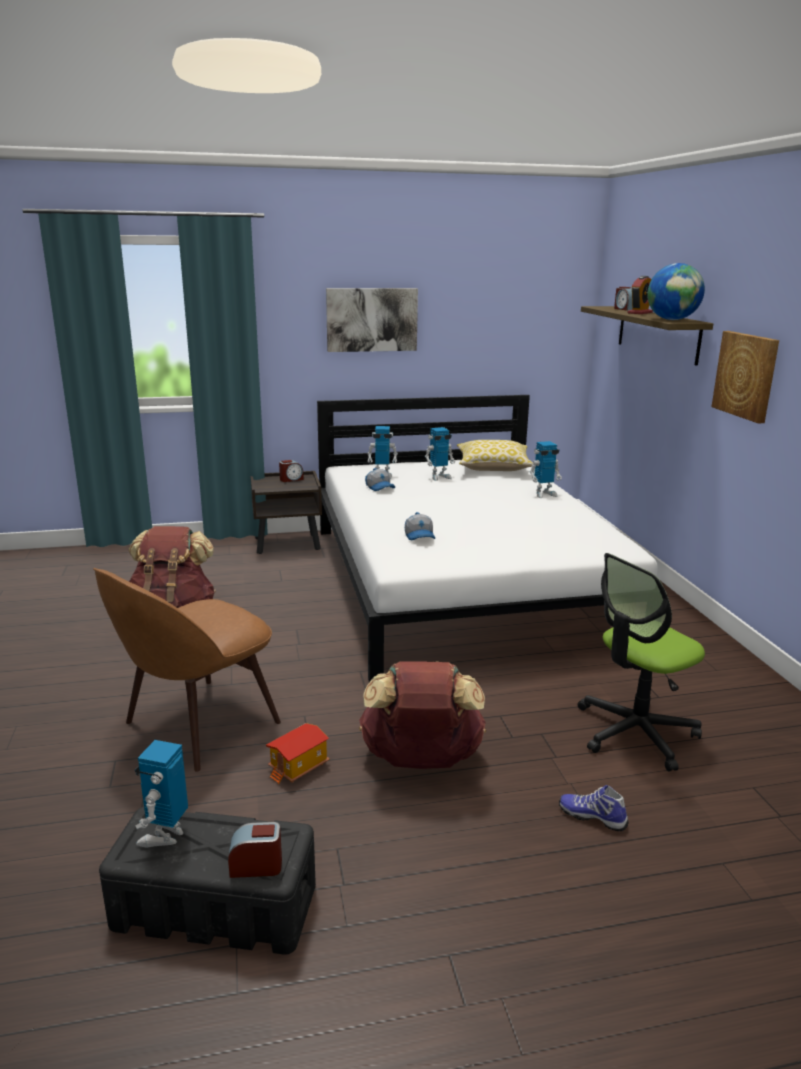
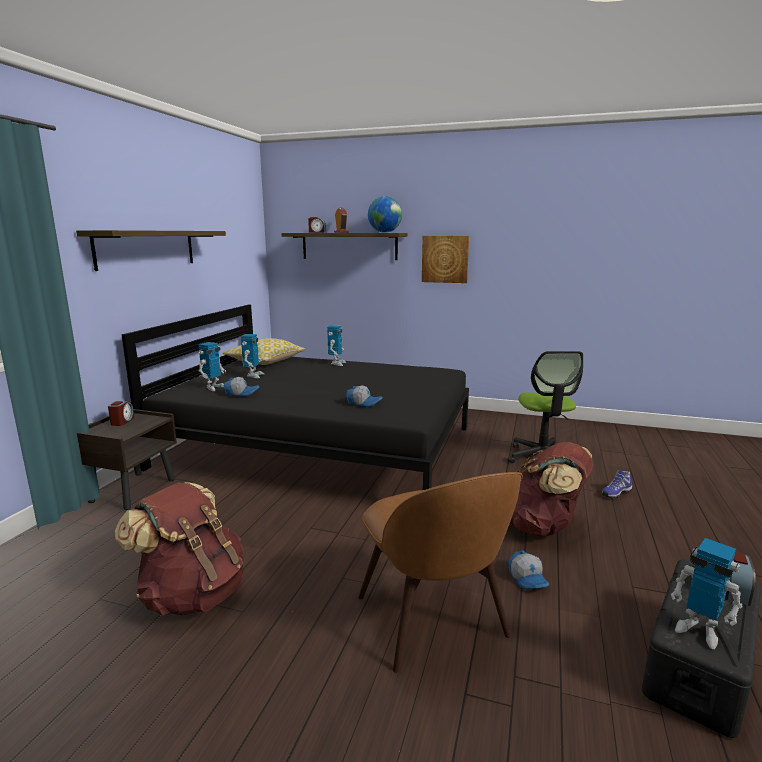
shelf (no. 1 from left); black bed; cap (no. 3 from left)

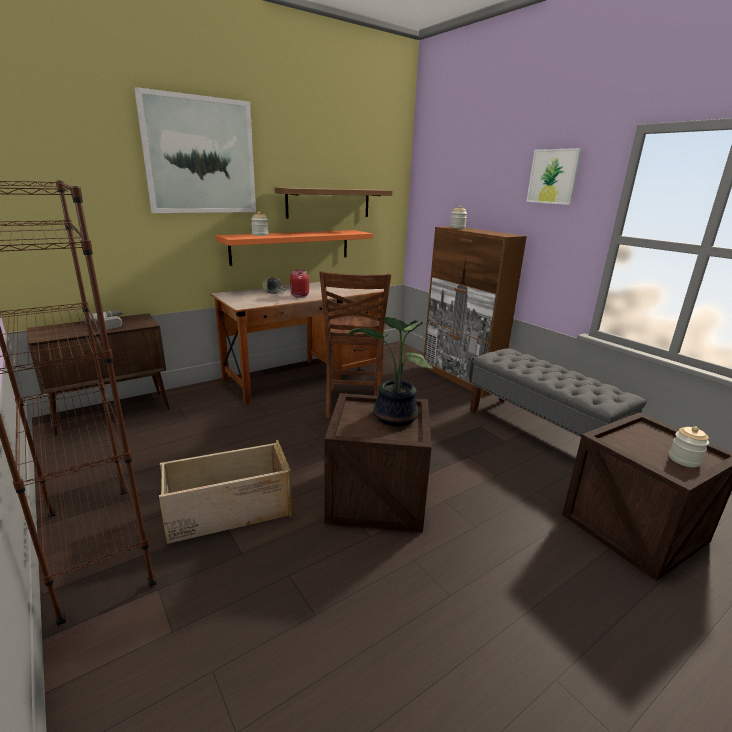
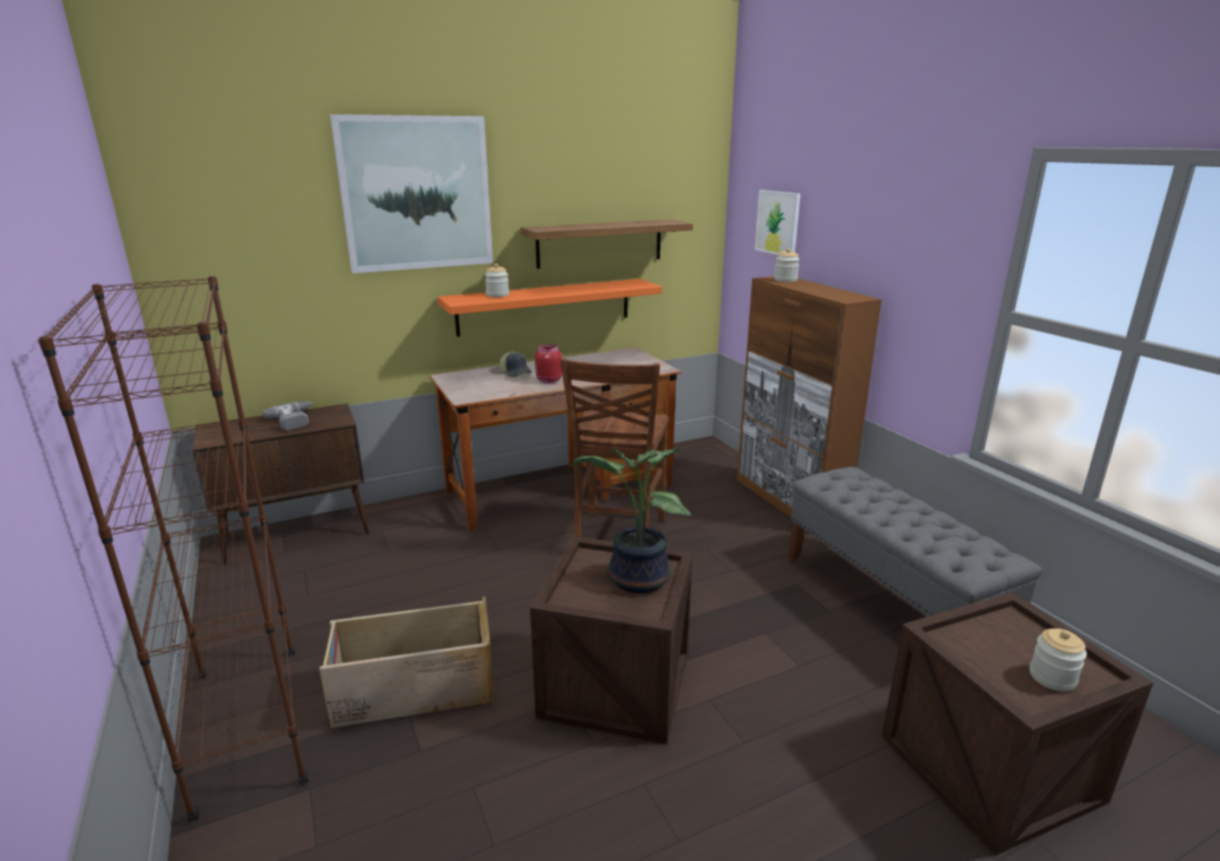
picture (no. 2 from left)

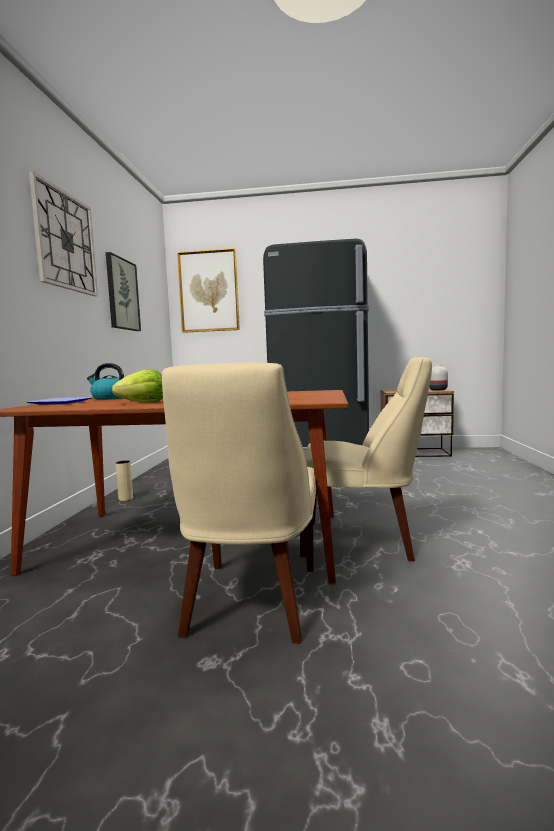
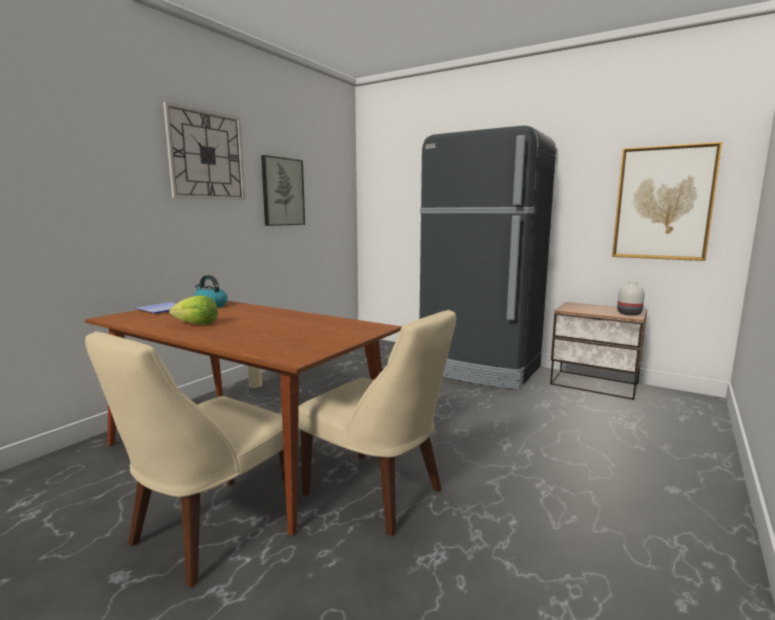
picture (no. 2 from left)

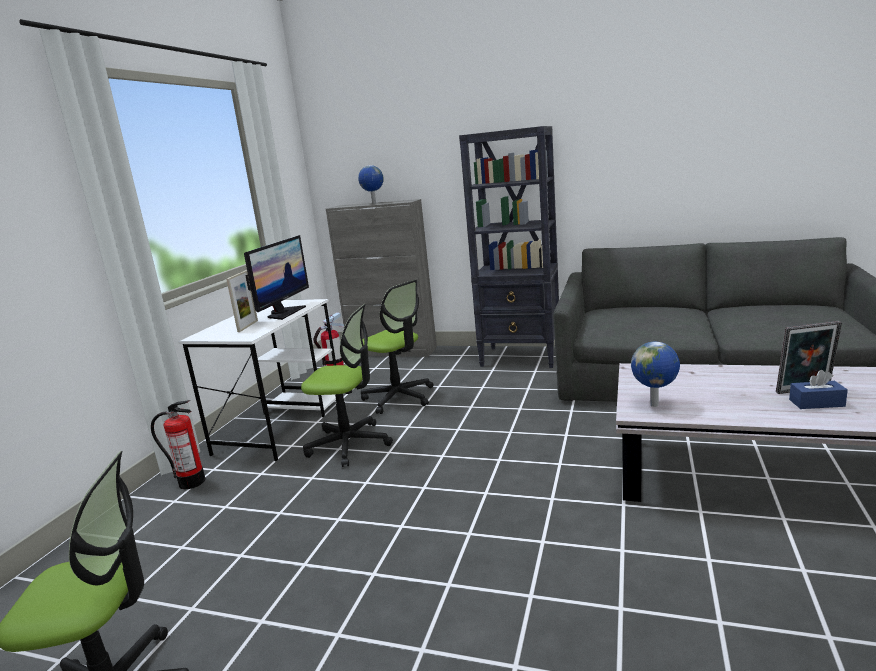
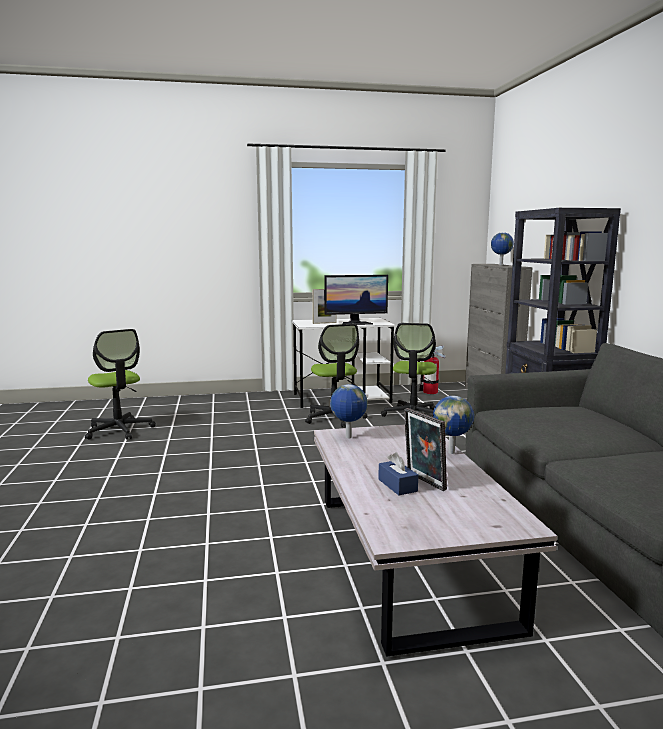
globe (no. 2 from left); fire extinguisher (no. 1 from left in the first image)

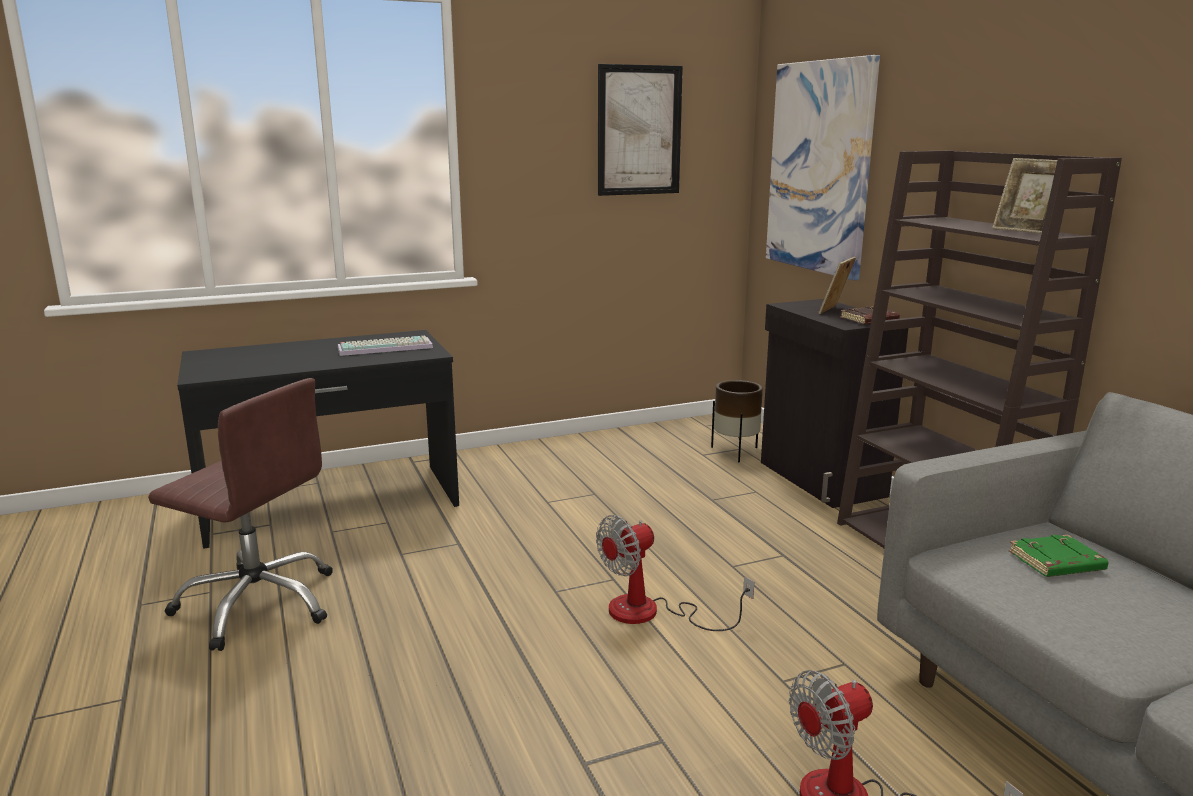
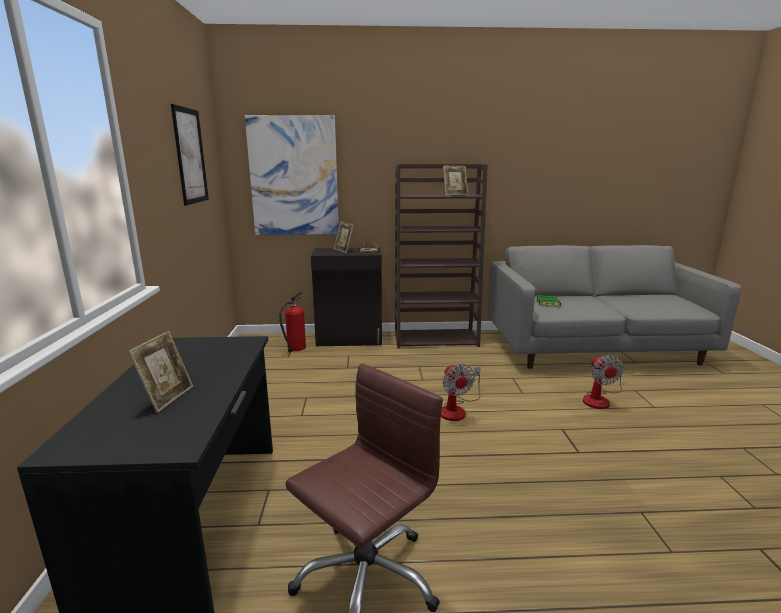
picture frame (no. 1 from left); fire extinguisher; keyboard

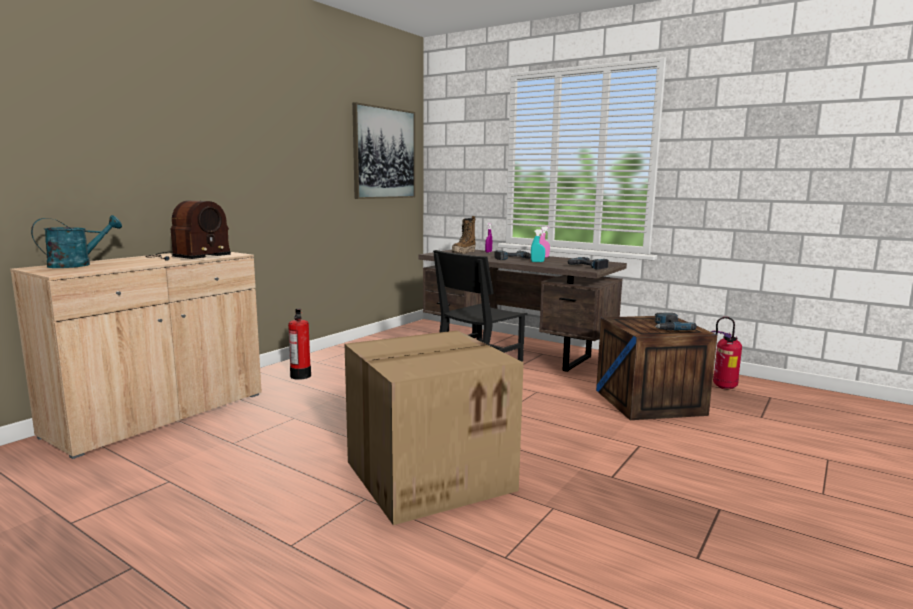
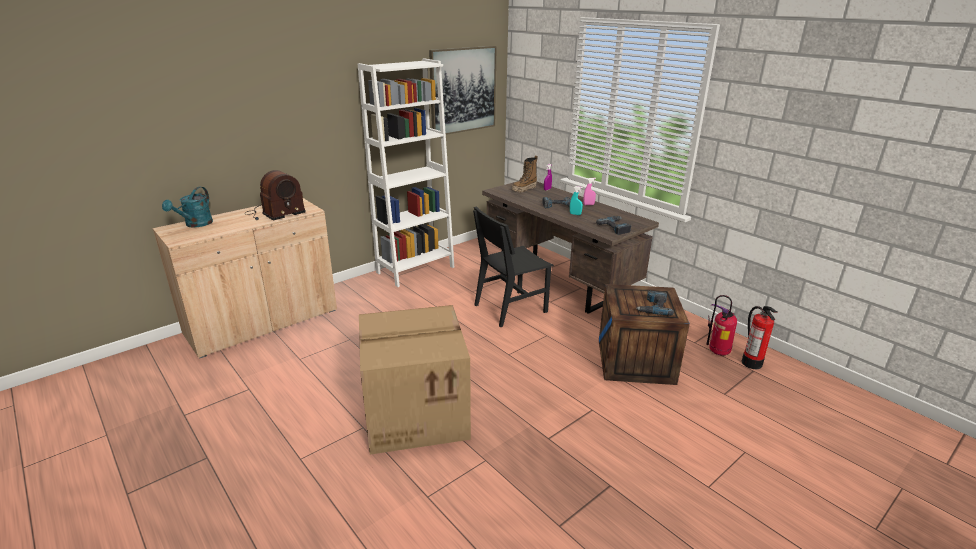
turquoise watering can; white bookcase; fire extinguisher (no. 2 from left)

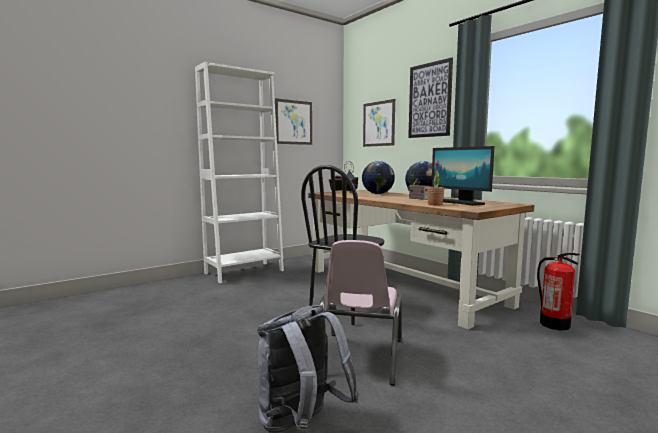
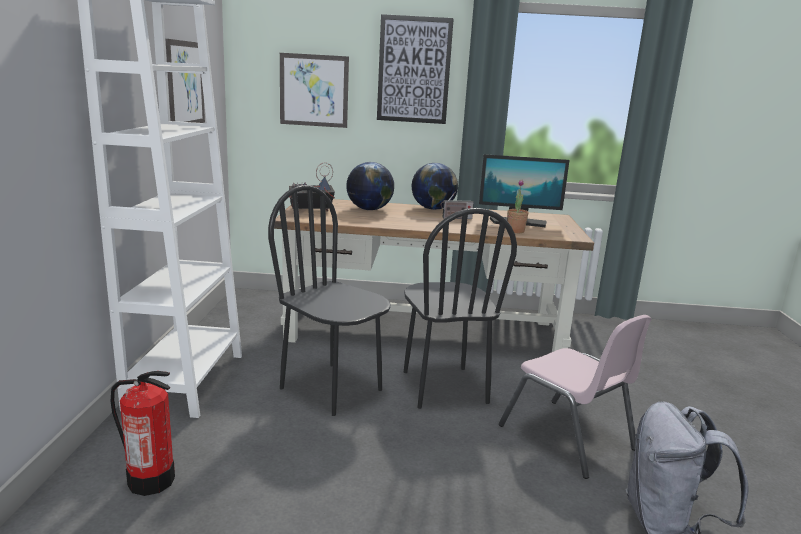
fire extinguisher; black chair (no. 1 from left)

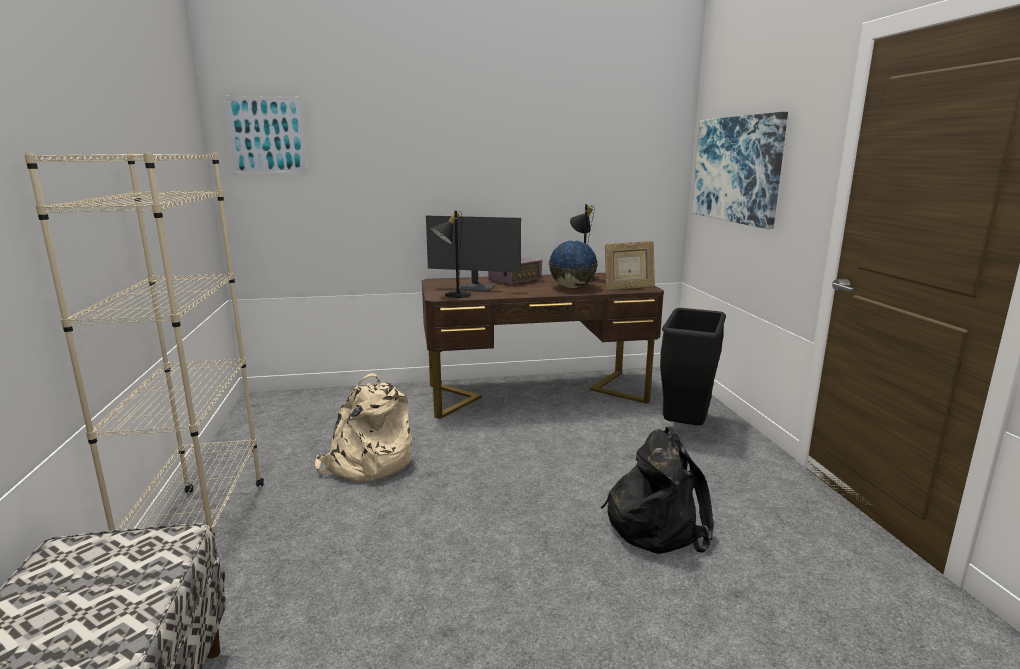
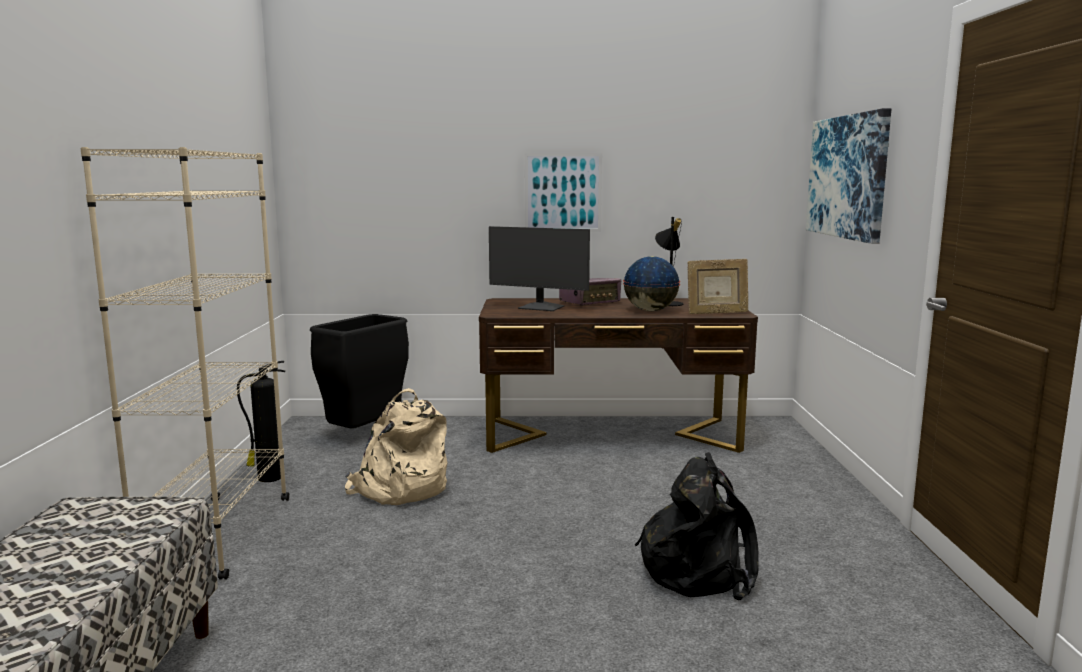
fire extinguisher; black trash can; picture (no. 1 from left); black table lamp (no. 1 from left in the first image)

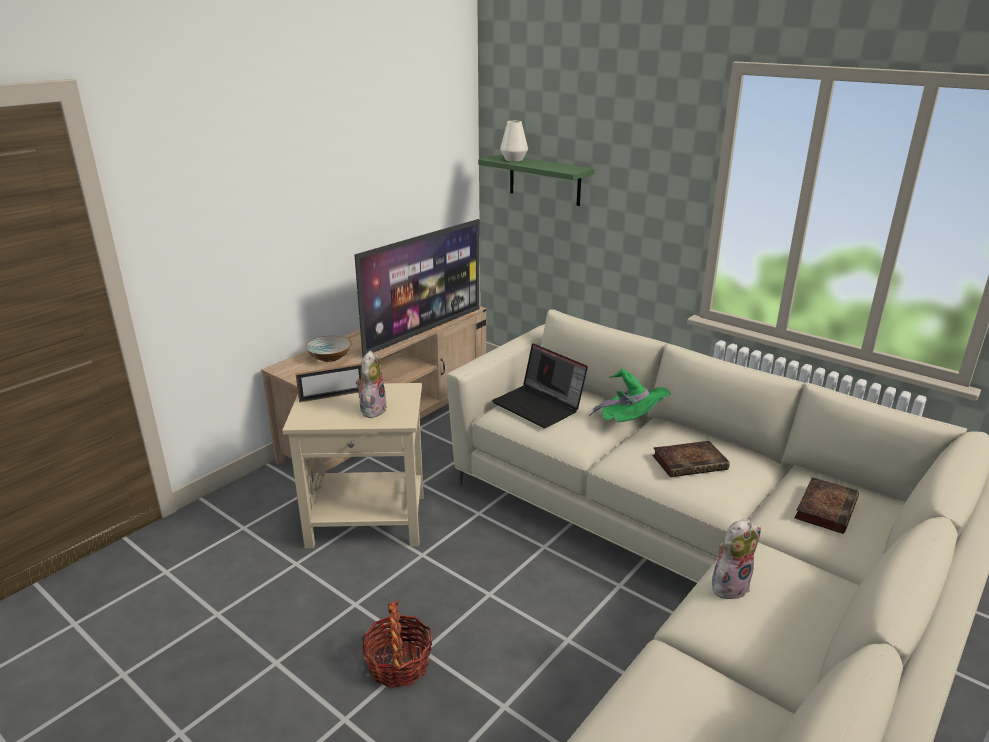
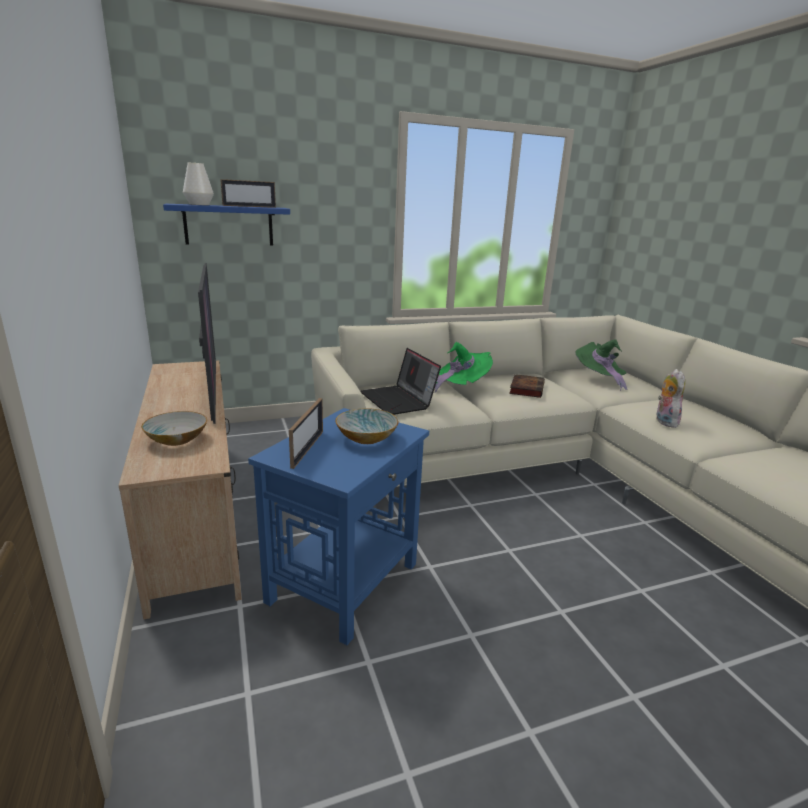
blue shelf; picture frame (no. 1 from left); blue side table; bowl (no. 2 from left); laptop; green hat (no. 2 from left); basket

